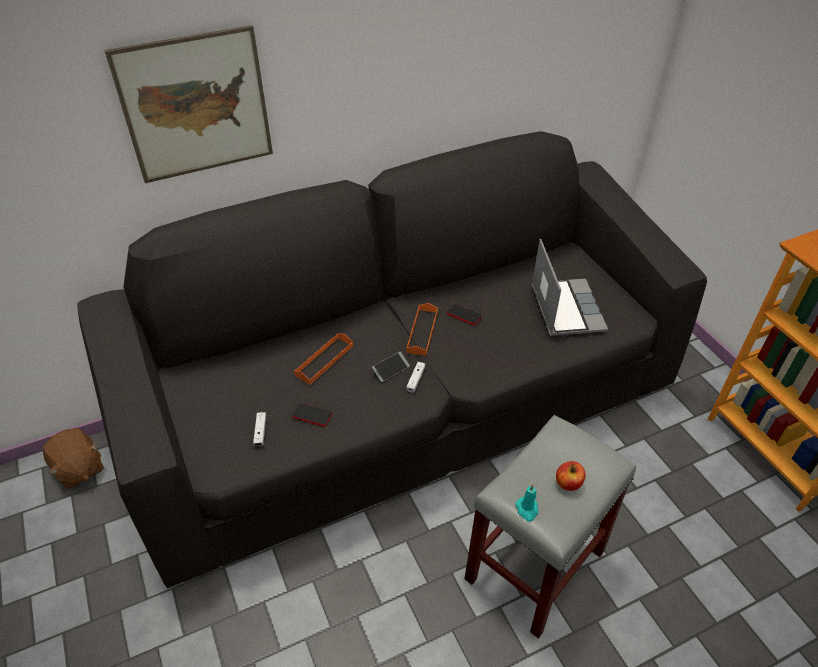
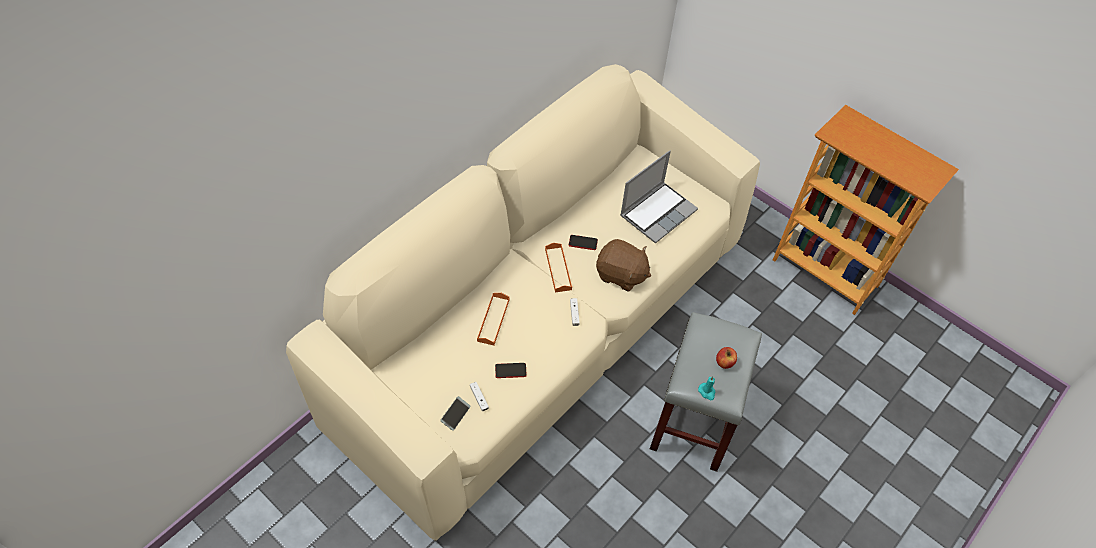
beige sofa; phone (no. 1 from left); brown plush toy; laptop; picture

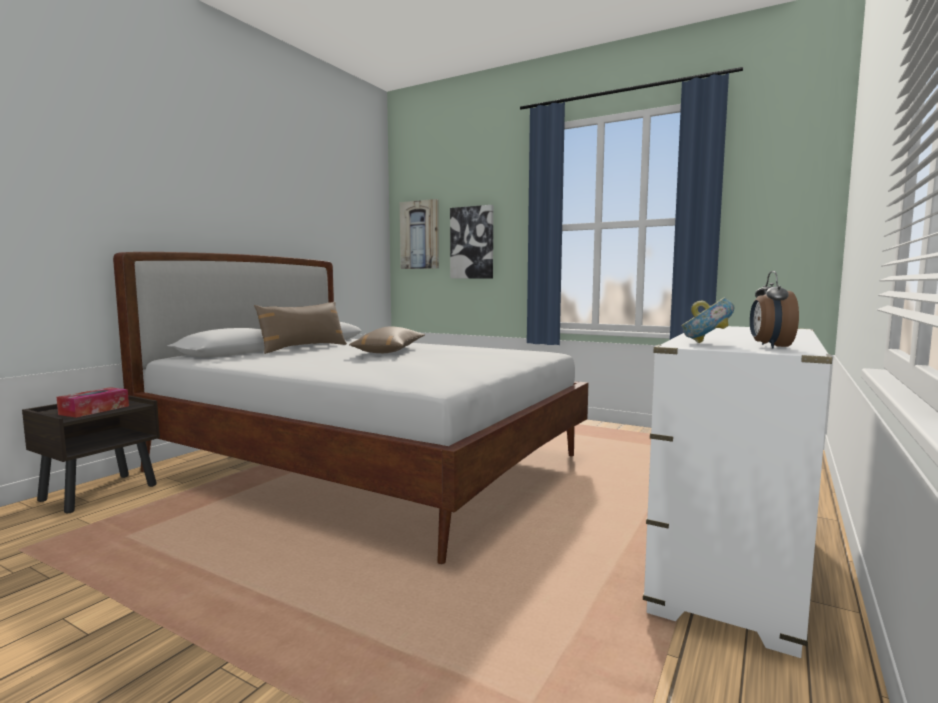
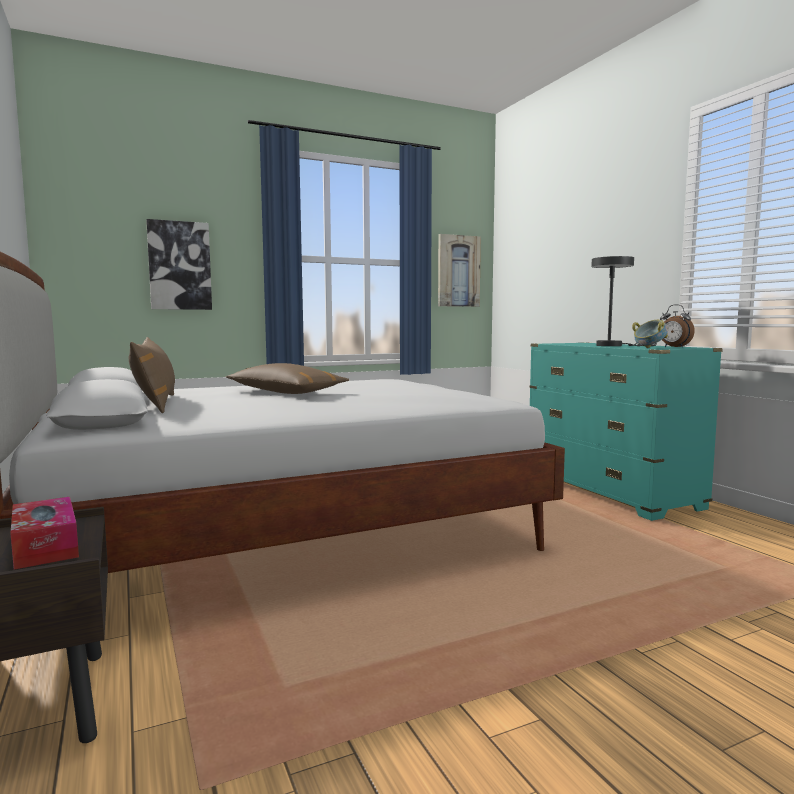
picture (no. 2 from left); turquoise dresser; grey table lamp

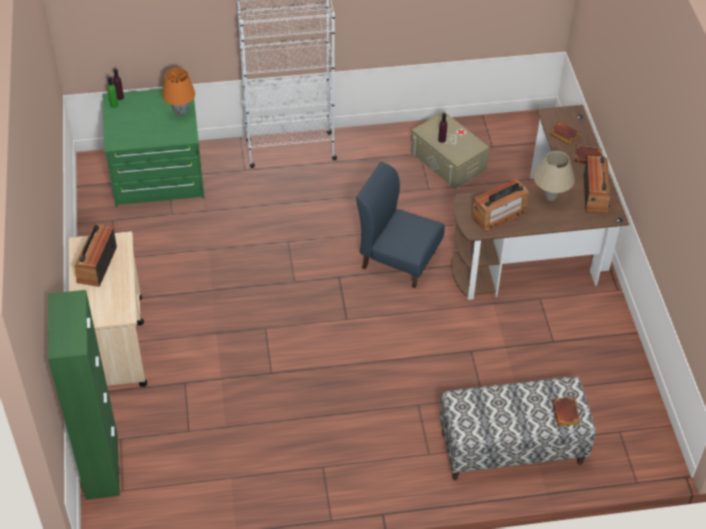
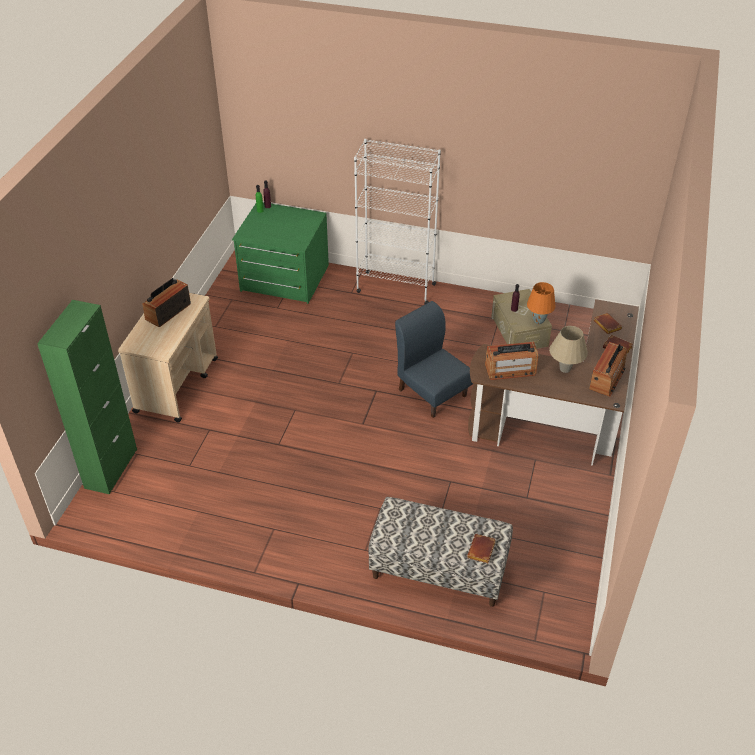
orange table lamp

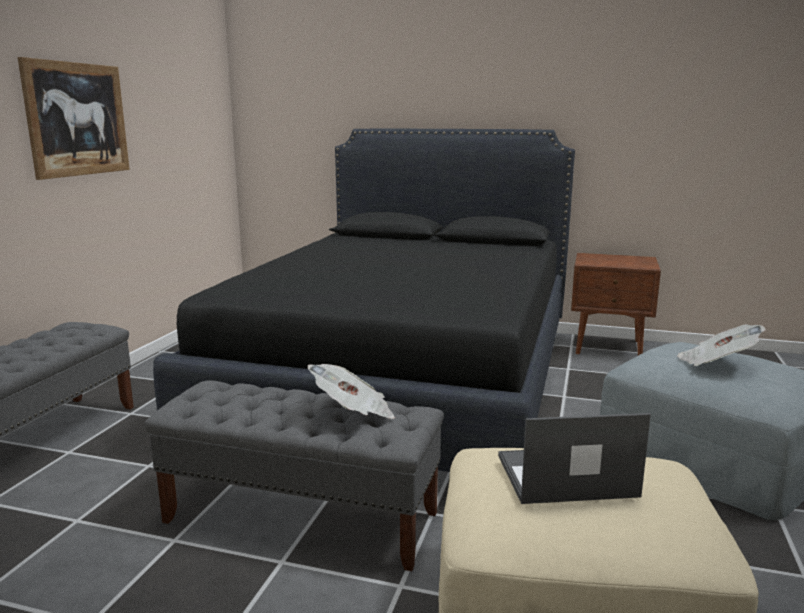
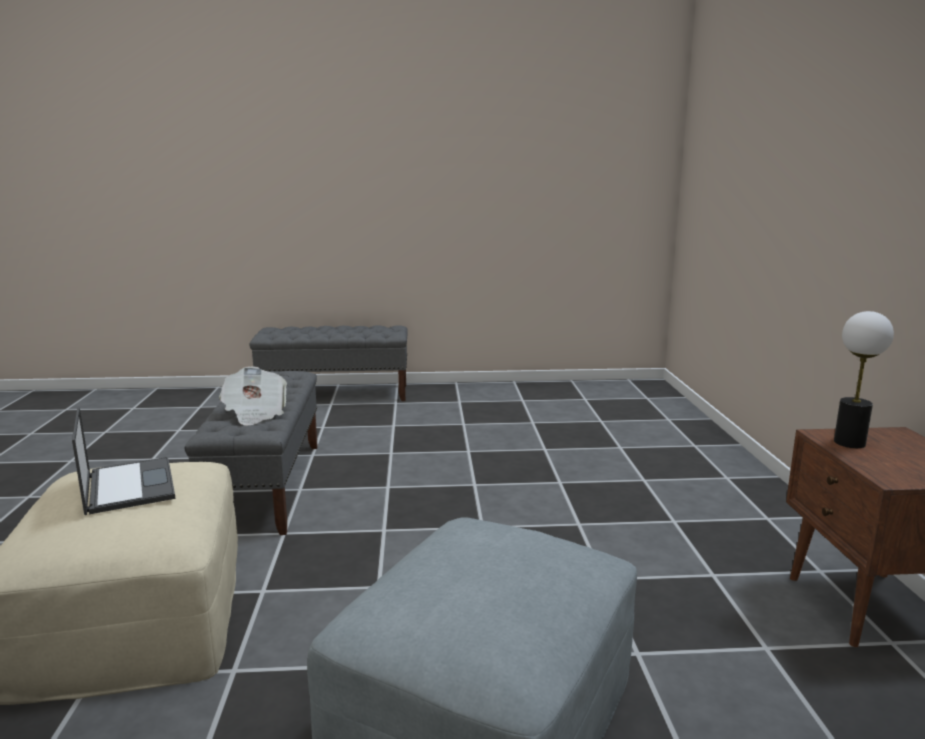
table lamp; picture; black bed; newspaper (no. 2 from left in the first image)

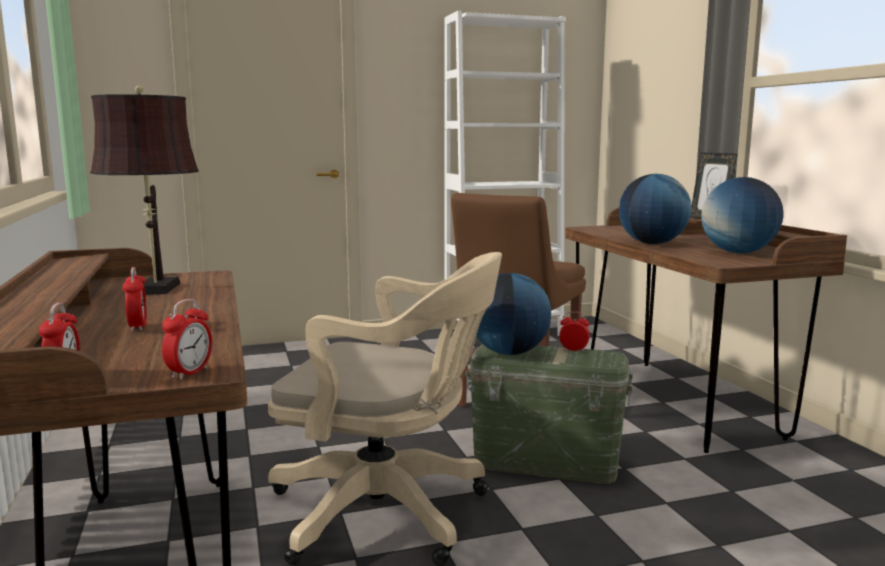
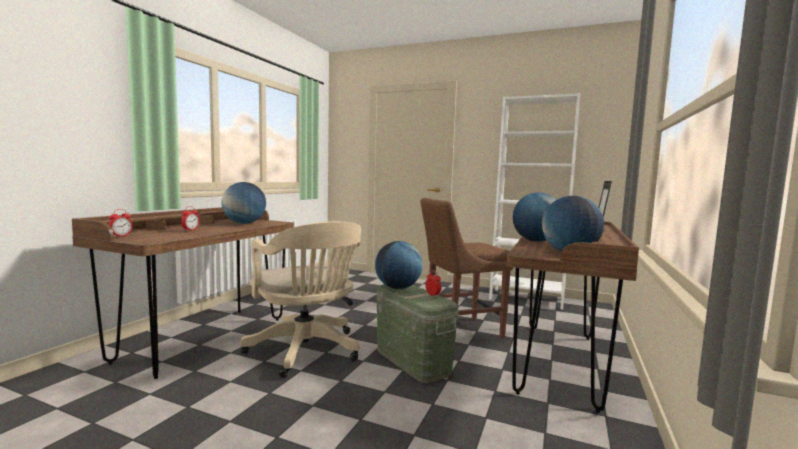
globe (no. 1 from left); alarm clock (no. 3 from left in the first image)

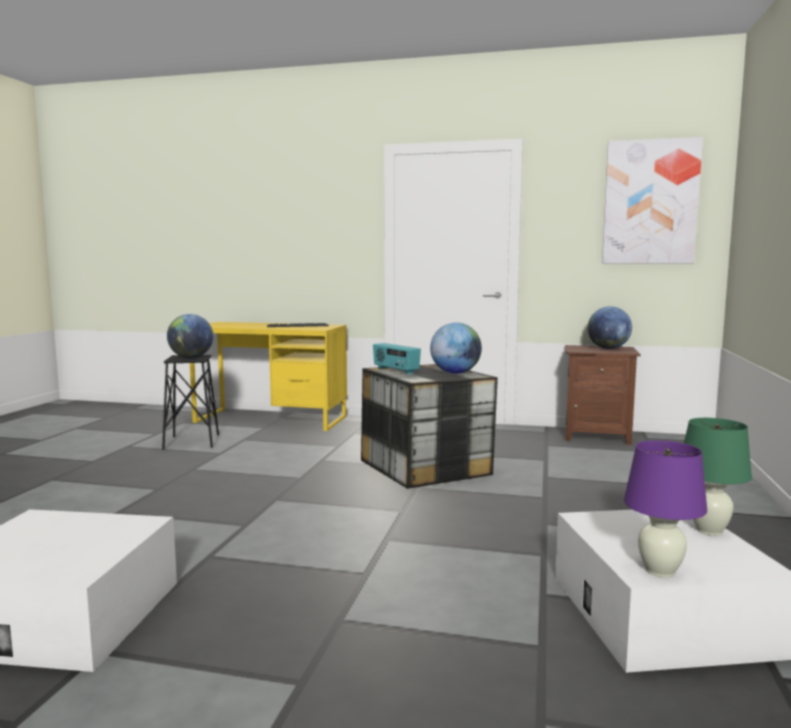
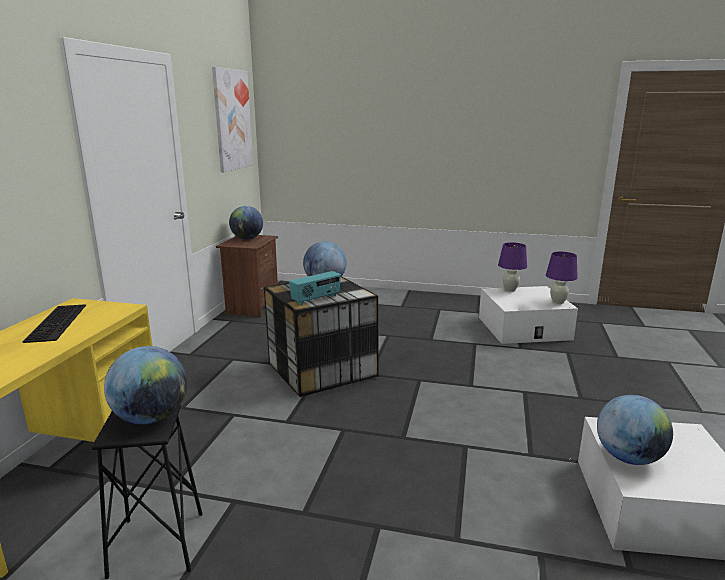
purple table lamp (no. 1 from left); globe (no. 4 from left)

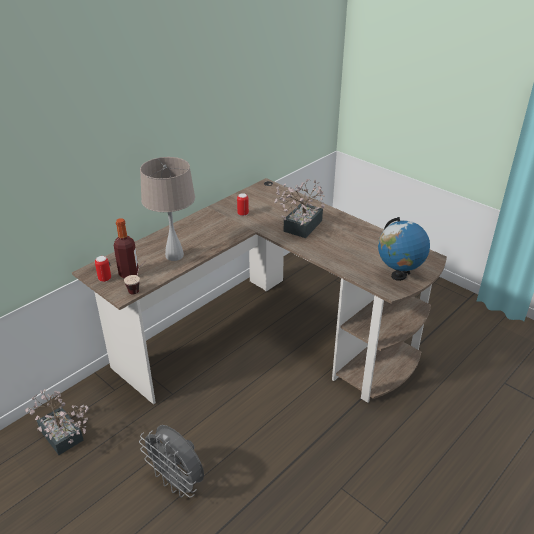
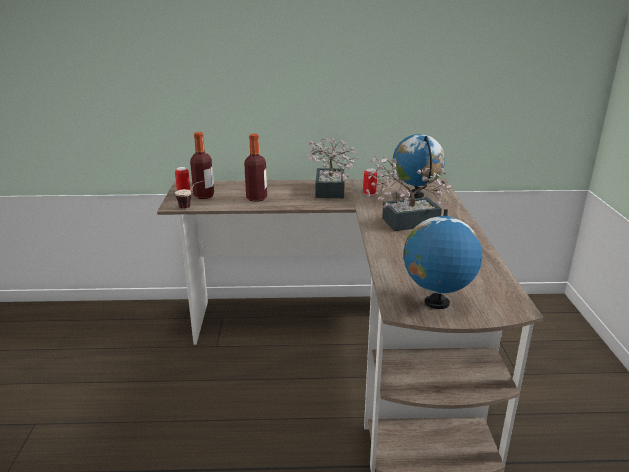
bottle (no. 2 from left); potted plant (no. 1 from left); globe (no. 1 from left); grey fan

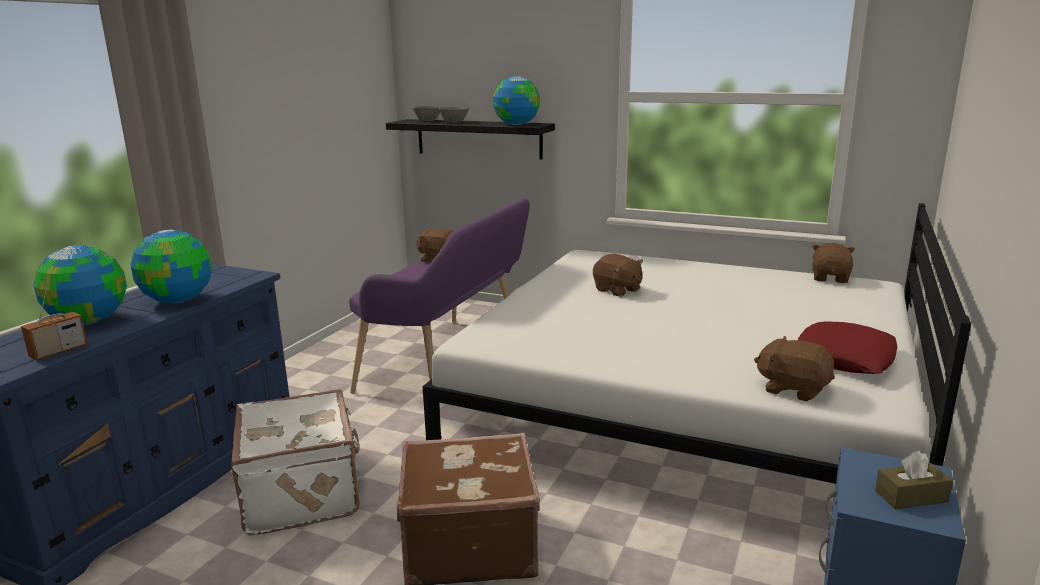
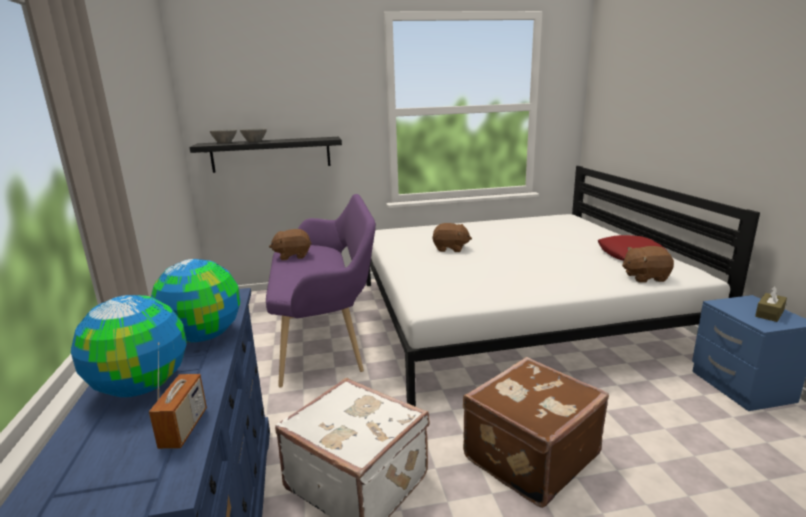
globe (no. 3 from left in the first image); brown plush toy (no. 4 from left in the first image)

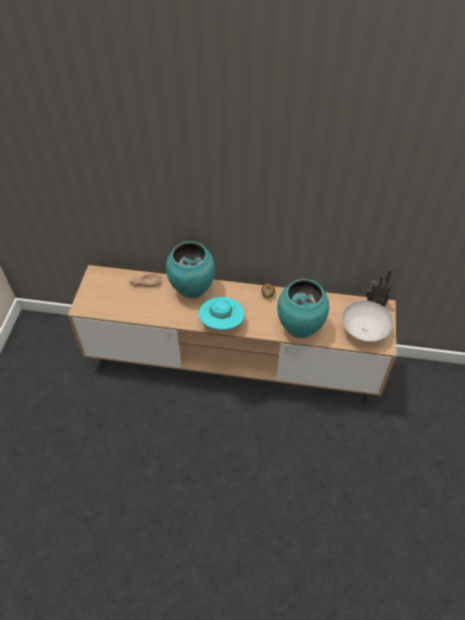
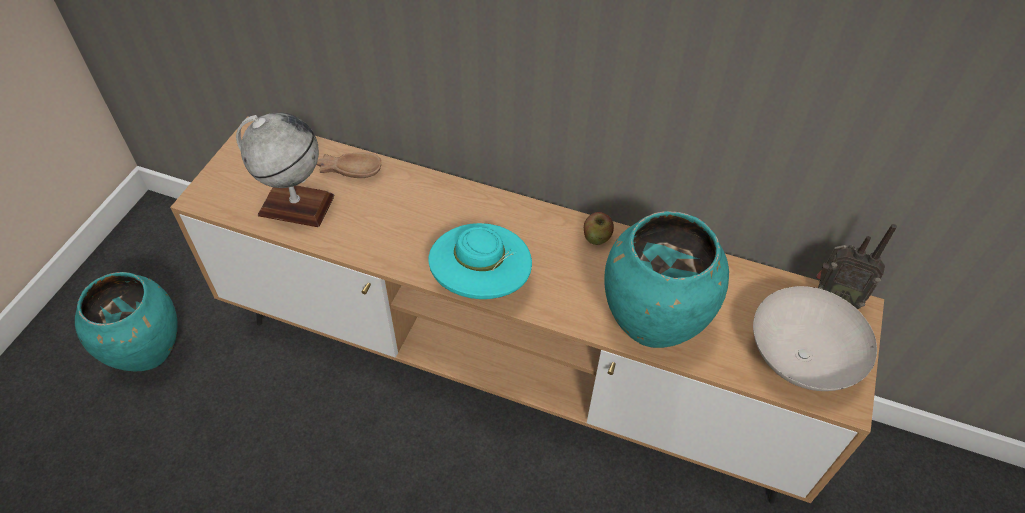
turquoise vase (no. 1 from left); globe

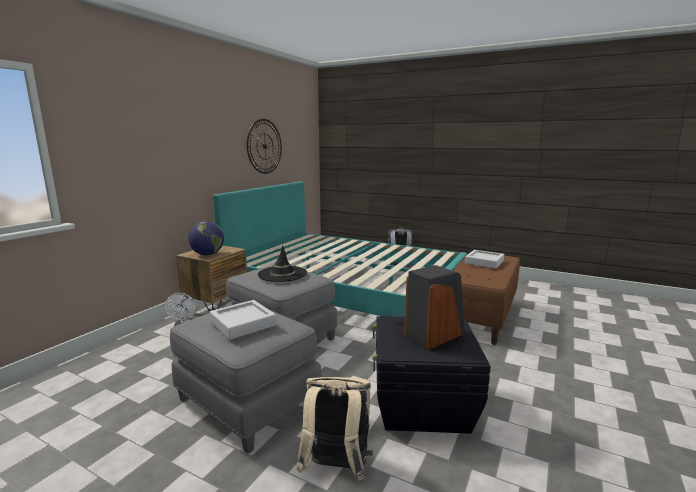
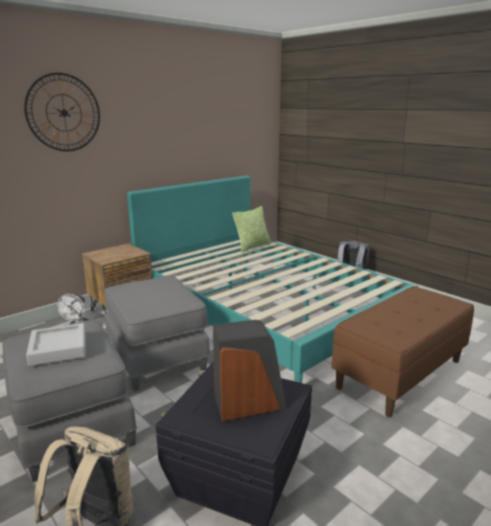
wall clock; pillow; globe; black hat; grey tray (no. 2 from left in the first image)

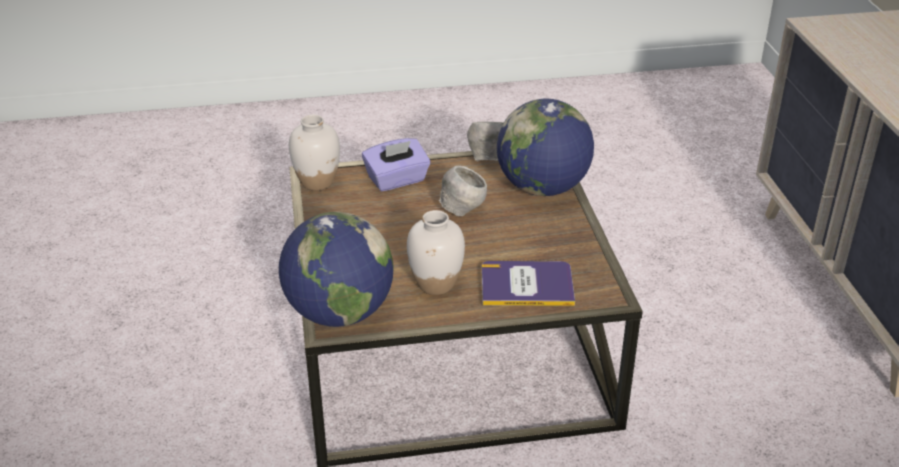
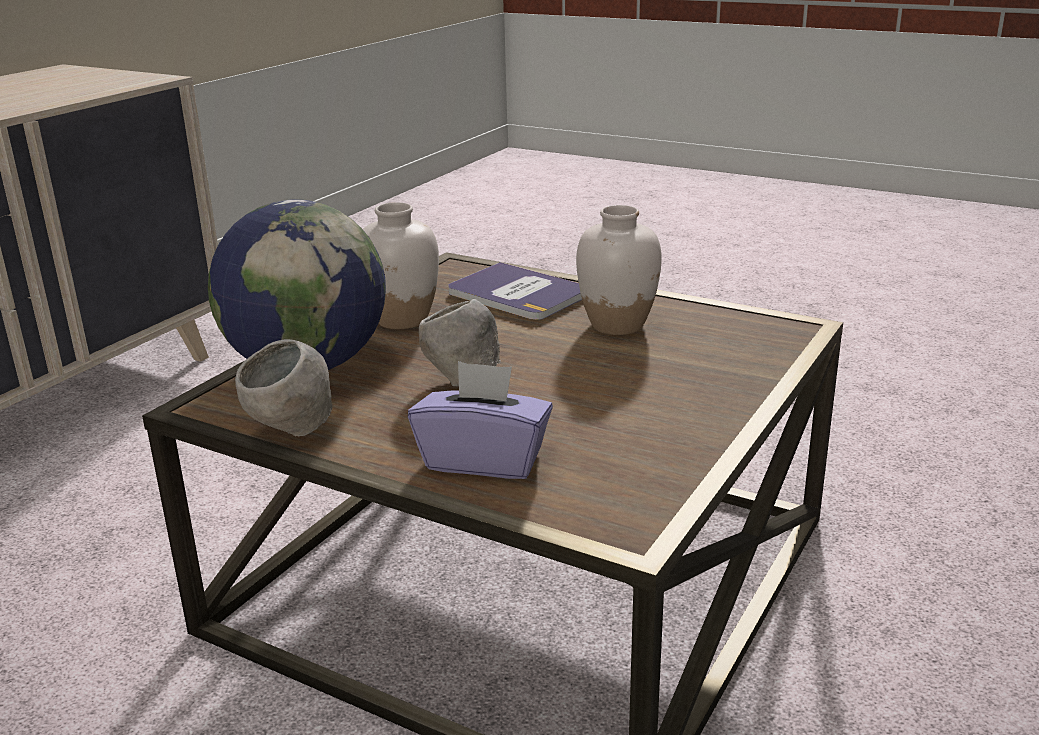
white vase (no. 1 from left); globe (no. 1 from left in the first image)

